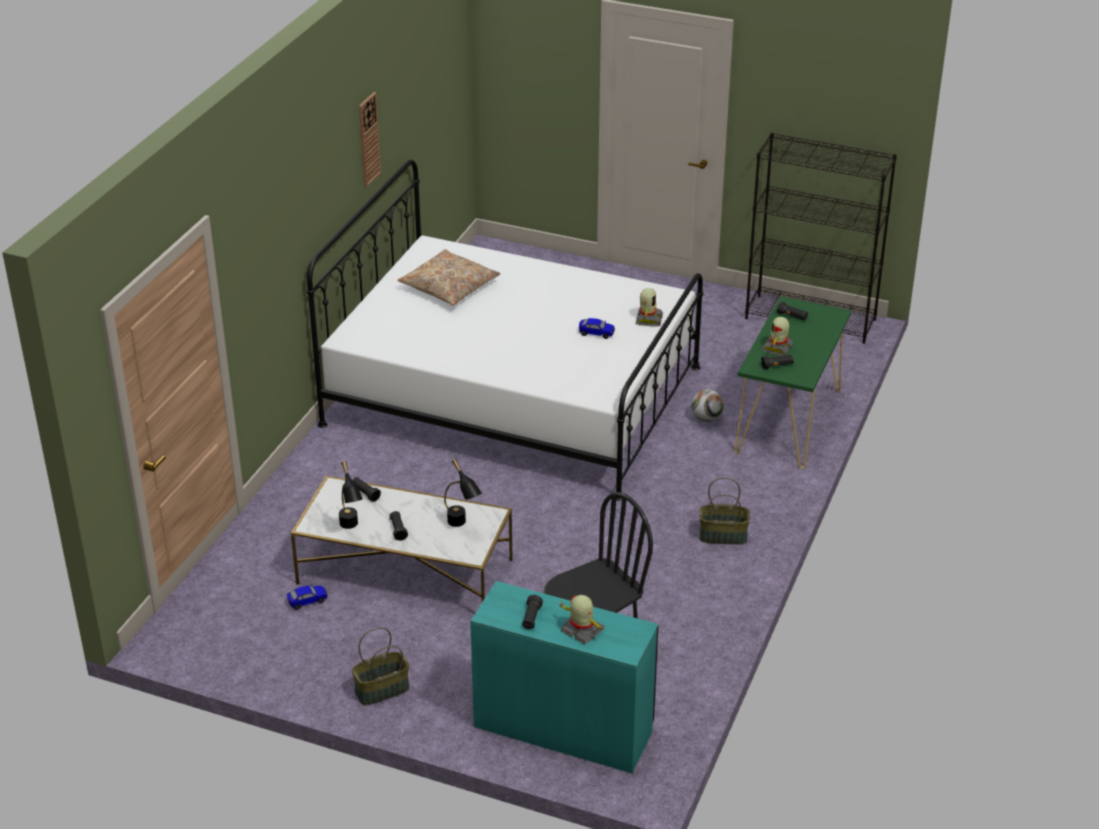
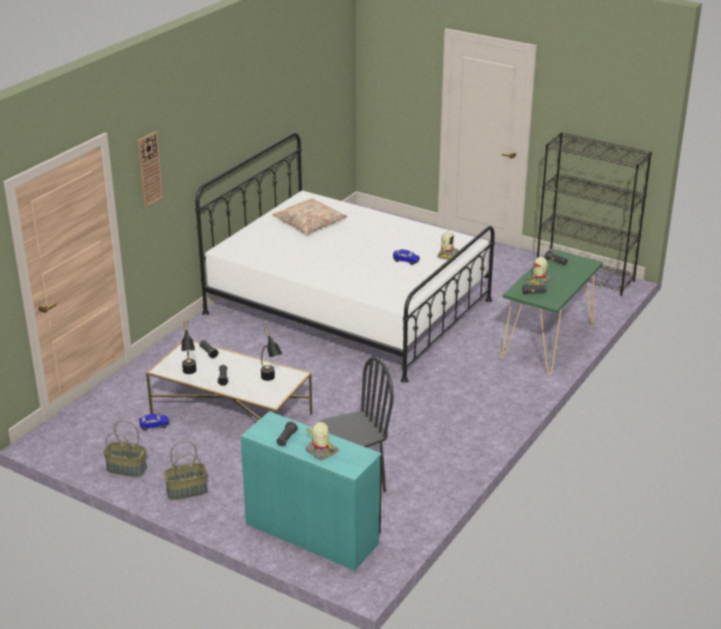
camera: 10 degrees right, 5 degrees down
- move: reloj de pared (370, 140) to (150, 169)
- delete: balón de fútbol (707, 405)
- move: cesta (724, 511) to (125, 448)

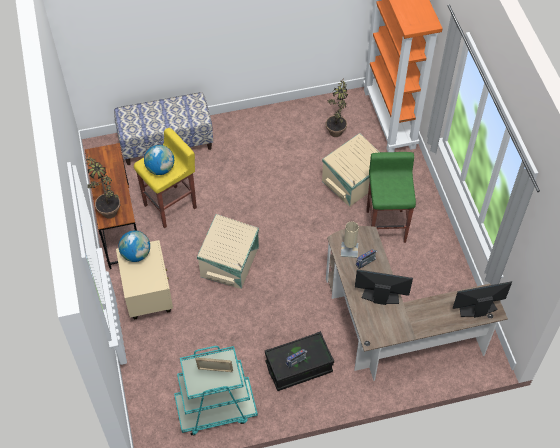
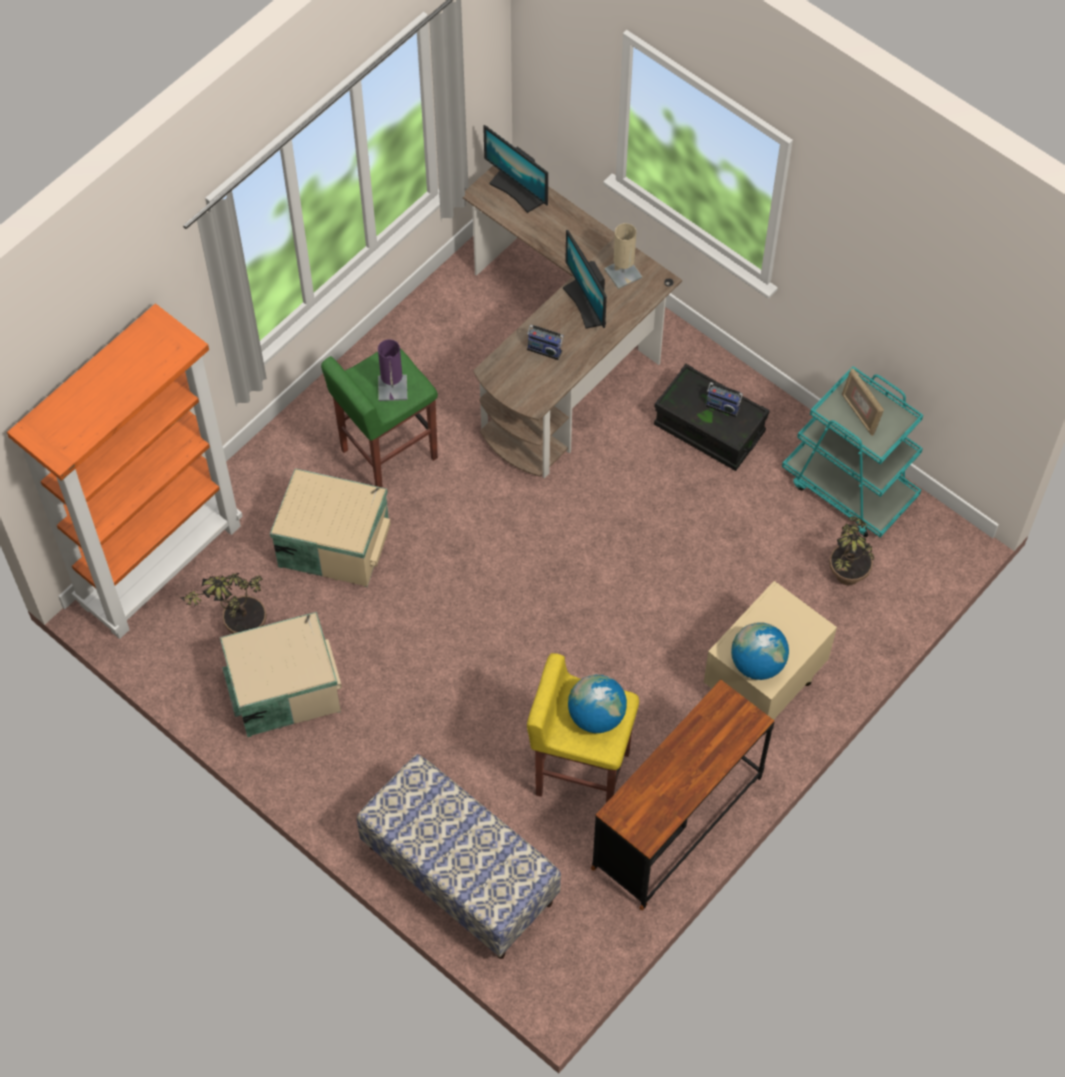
camera: 125 degrees left, 5 degrees up
- move: planta en maceta (103, 187) to (851, 550)
- move: caja de almacenaje [beis] (228, 251) to (281, 674)
- move: lámpara de mesa [beis] (350, 239) to (623, 256)
- insert: lámpara de mesa [morado] (392, 370)

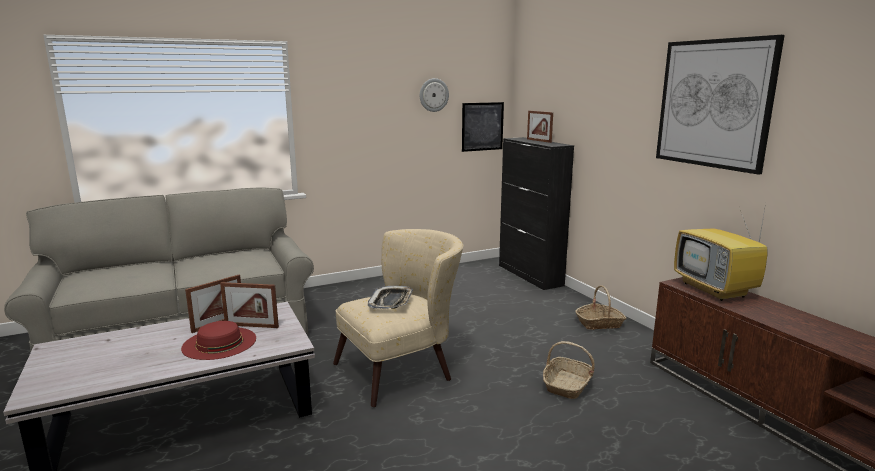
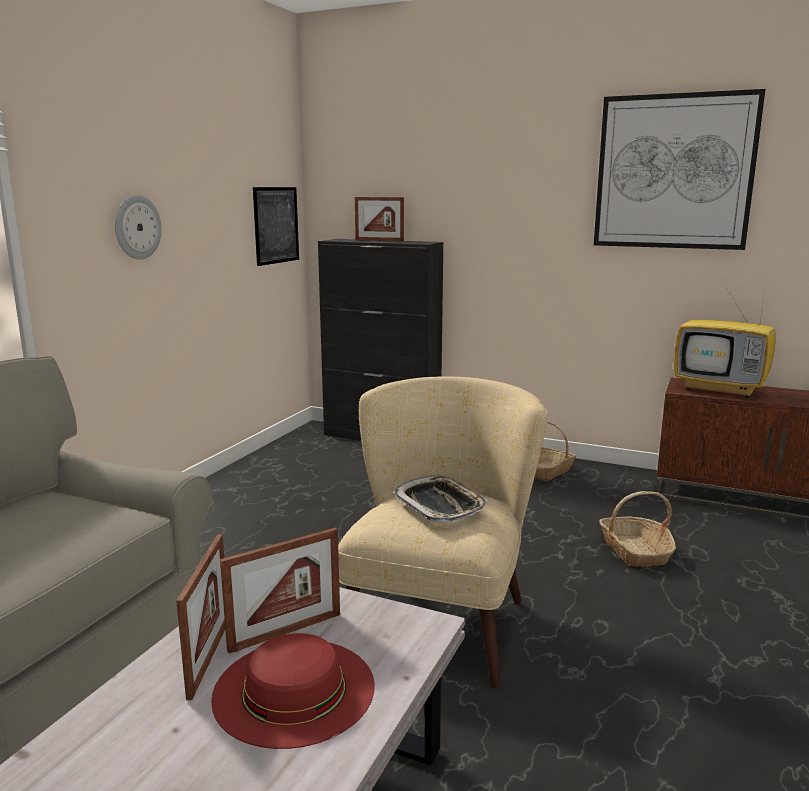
camera: 40 degrees left, 0 degrees up
- move: reloj de pared (434, 95) to (138, 227)

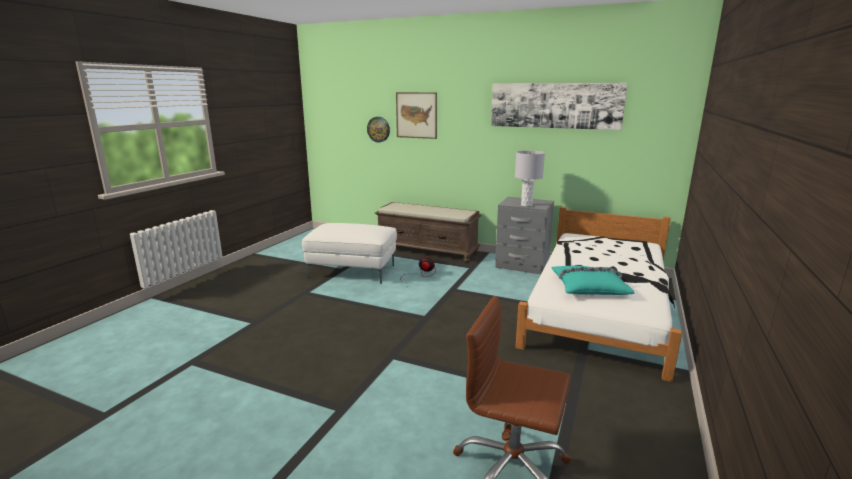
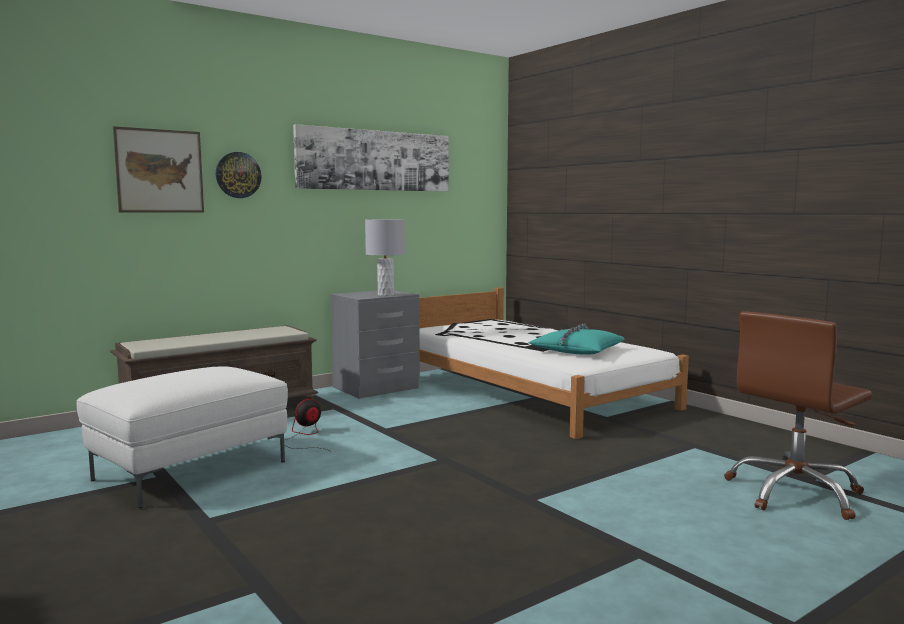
camera: 60 degrees left, 10 degrees down
- move: reloj de pared (378, 129) to (238, 175)

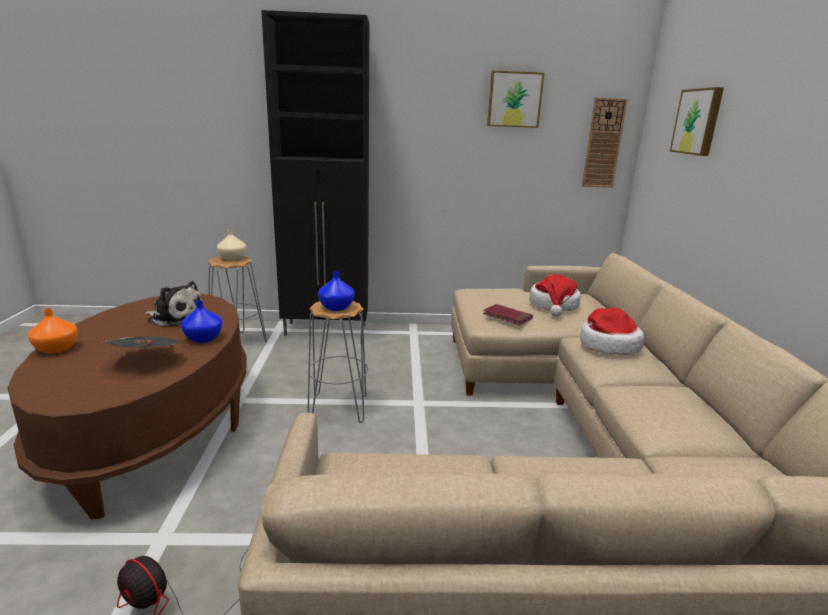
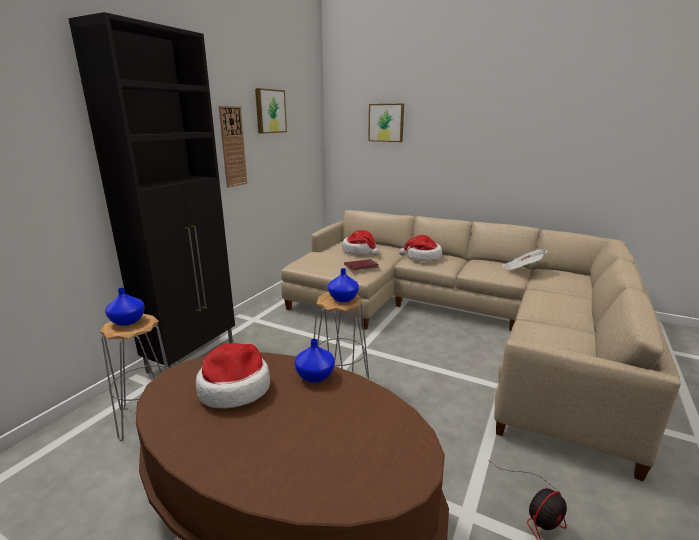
camera: 60 degrees left, 0 degrees up
- move: reloj de pared (605, 143) to (233, 147)
- recolor: florero [beis] (231, 245) to florero [azul] (125, 306)
- replace: peluche (173, 303) to sombrero (233, 375)
- delete: florero [naranja] (53, 331)
- move: periódico (140, 343) to (525, 260)

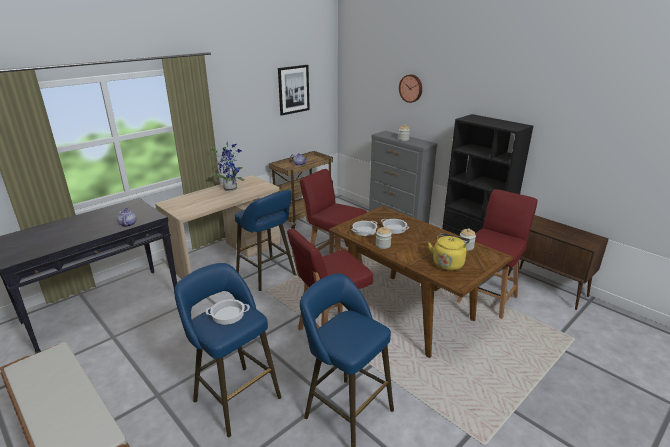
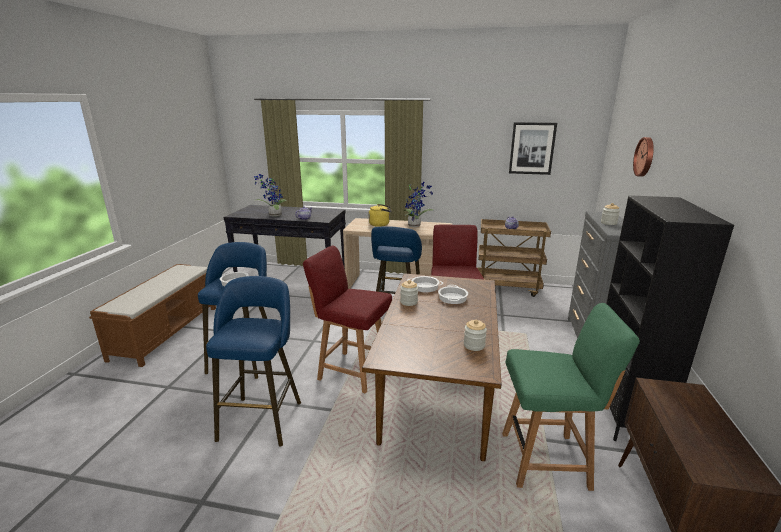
camera: 55 degrees right, 5 degrees down
- recolor: silla [rojo] (497, 254) to silla [verde] (571, 397)
- move: hervidor [amarillo] (449, 252) to (380, 215)
- insert: planta en maceta (270, 195)

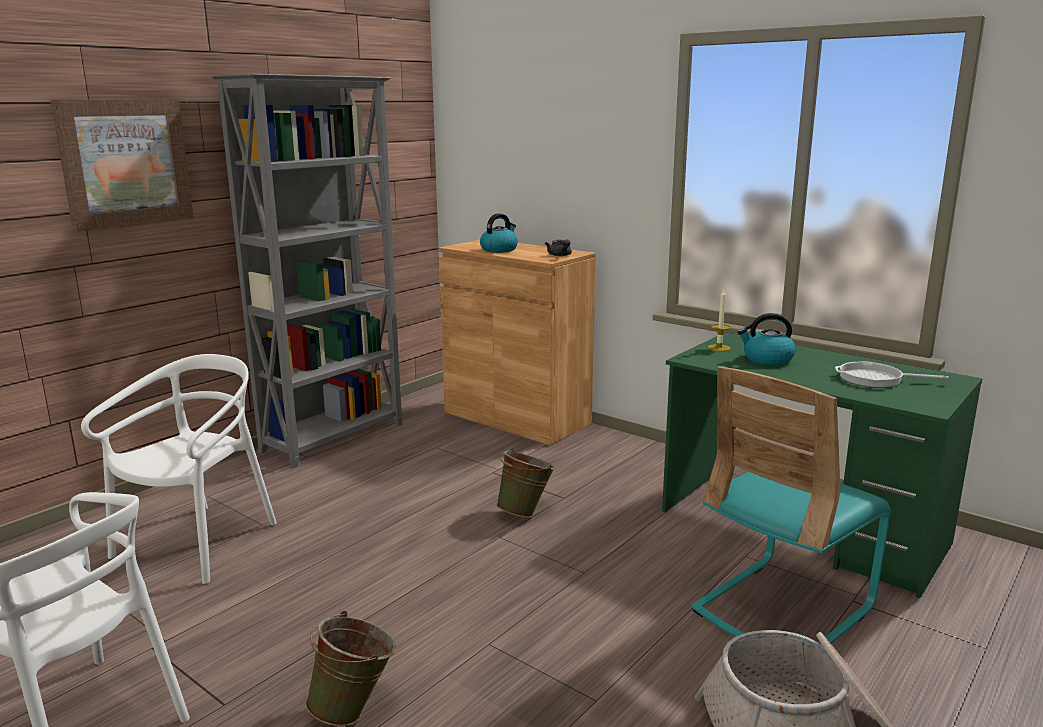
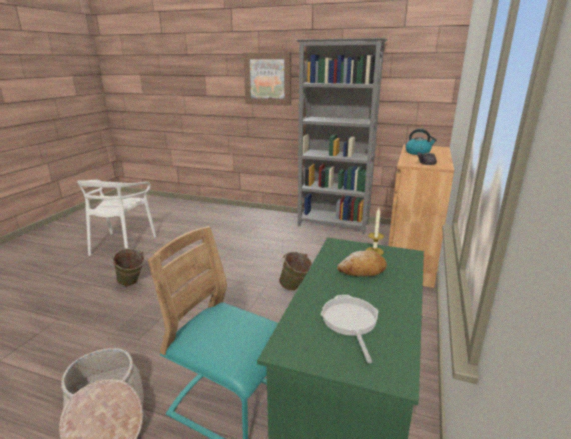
camera: 70 degrees right, 5 degrees up
- replace: hervidor (767, 339) to pan (362, 263)
- delete: silla [blanco] (178, 469)

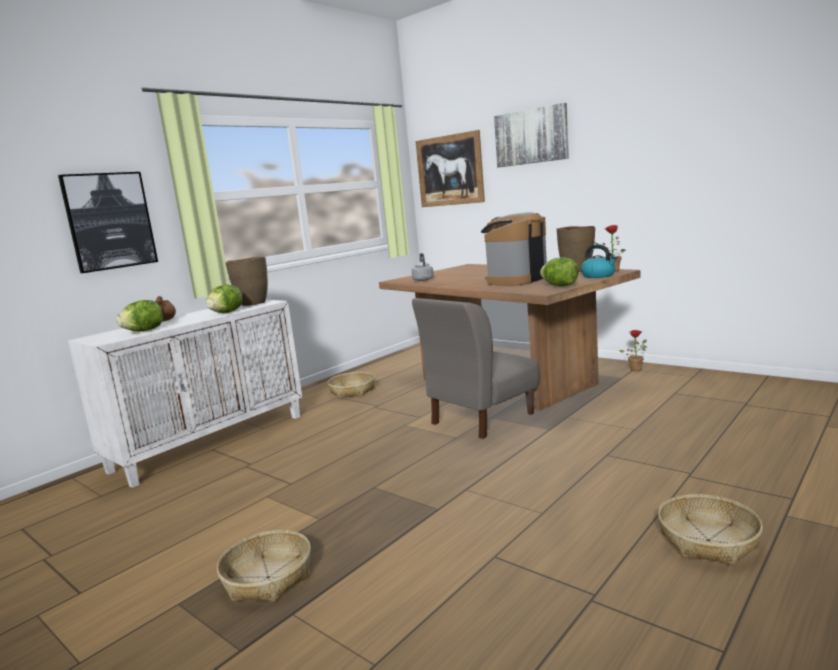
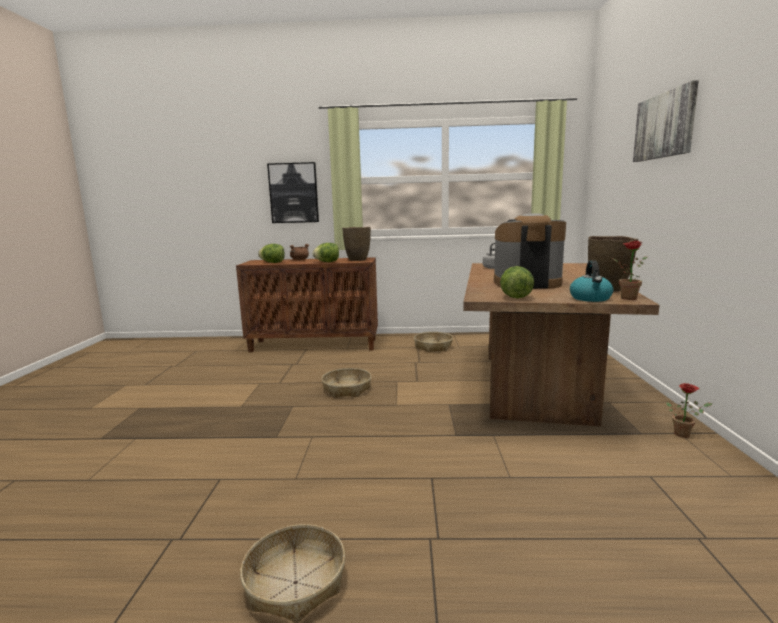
camera: 50 degrees right, 0 degrees up
- delete: cuadro (450, 168)
- delete: silla [gris] (476, 368)
- recolor: armario [blanco] (184, 394) to armario [marrón] (307, 304)
- move: cesta (264, 566) to (346, 383)

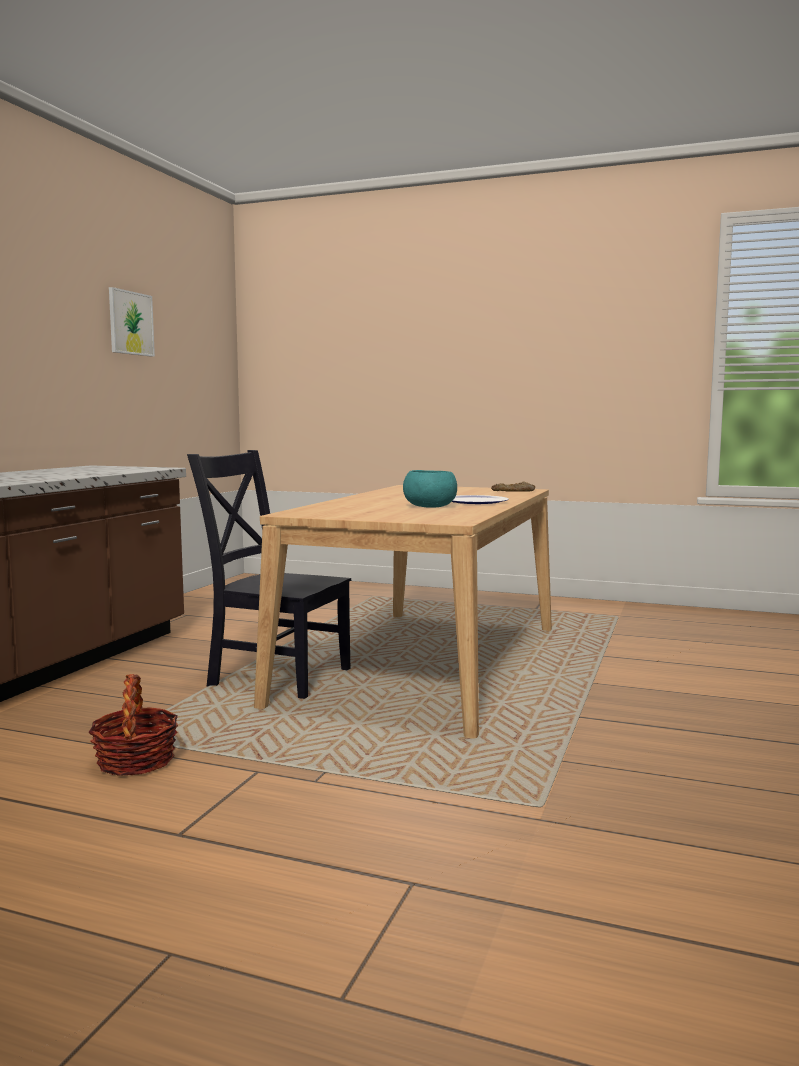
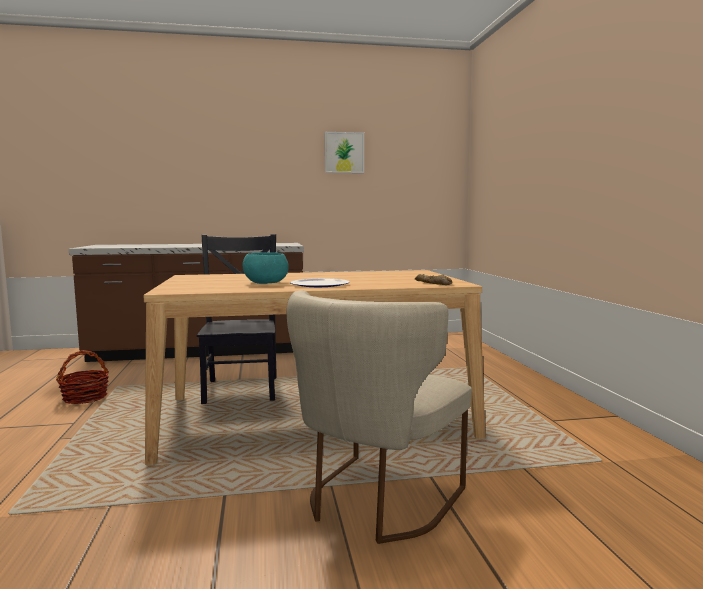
camera: 60 degrees right, 0 degrees up
- insert: silla [beis] (379, 417)

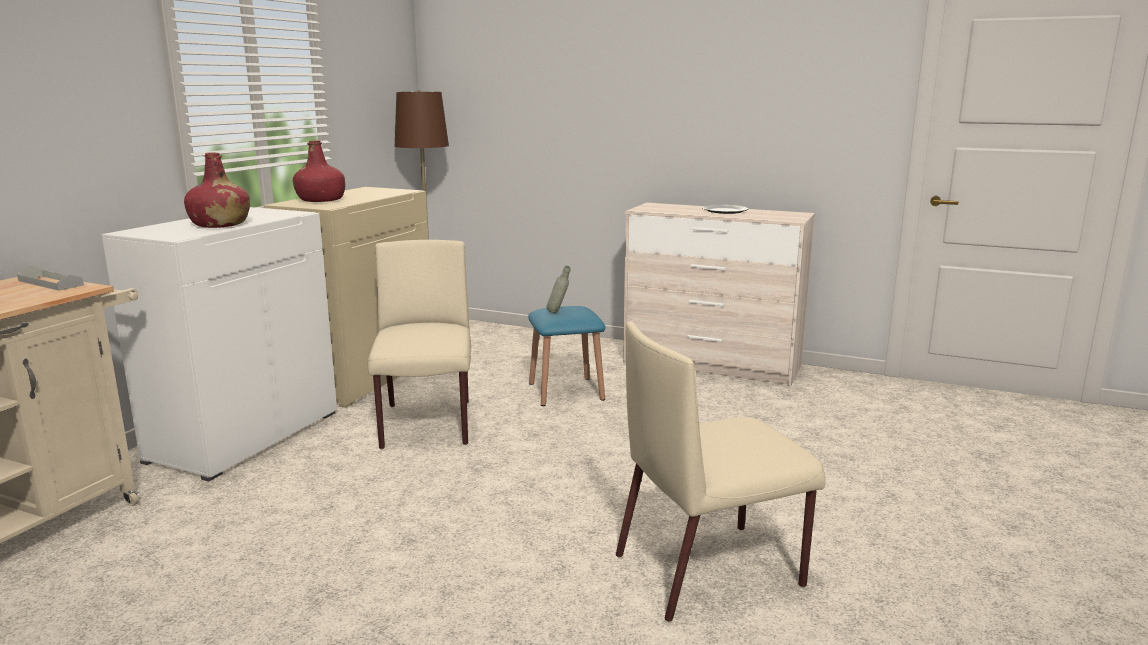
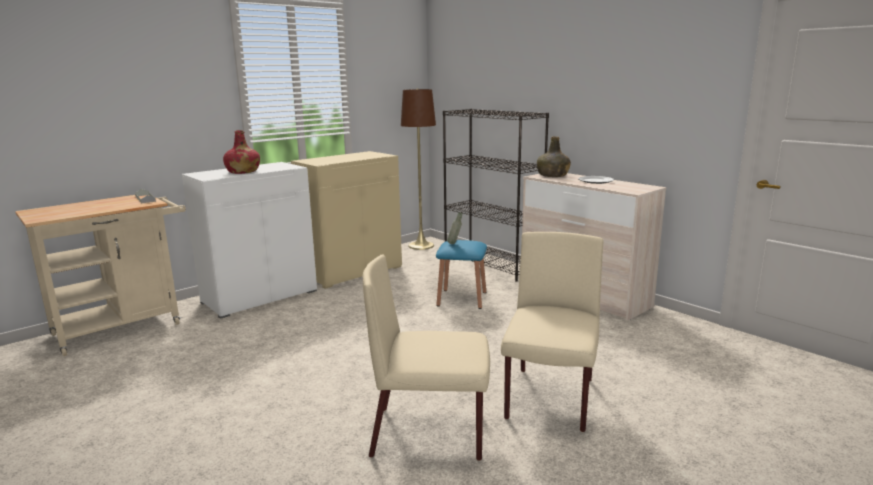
camera: 25 degrees right, 0 degrees up
- delete: botella [rojo] (319, 171)
- move: silla [beis] (419, 344) to (552, 332)
- insert: estantería [negro] (496, 195)
- insert: botella [verde] (554, 157)

